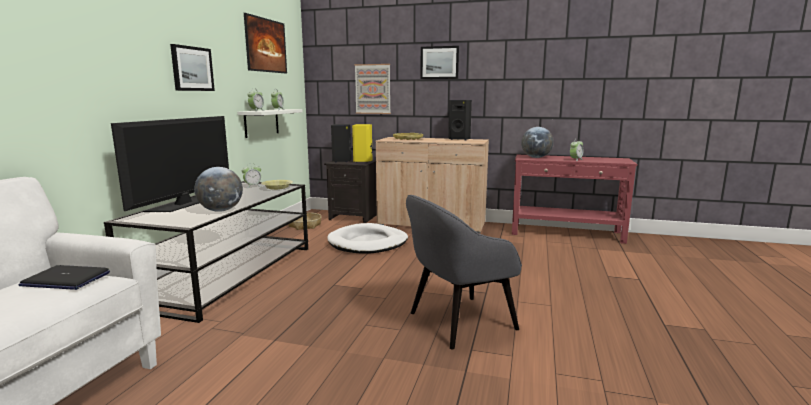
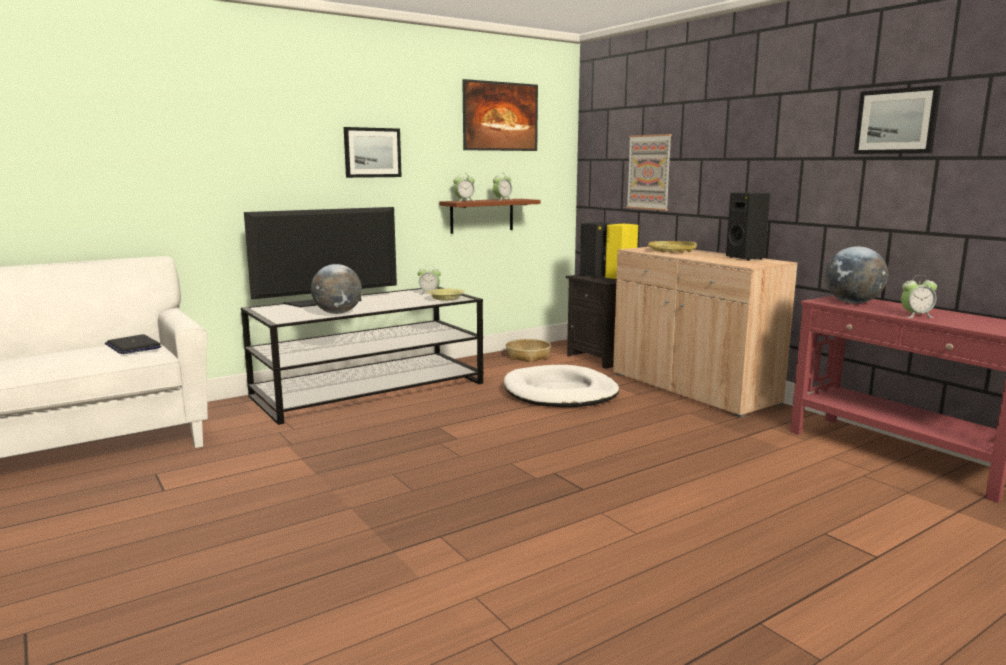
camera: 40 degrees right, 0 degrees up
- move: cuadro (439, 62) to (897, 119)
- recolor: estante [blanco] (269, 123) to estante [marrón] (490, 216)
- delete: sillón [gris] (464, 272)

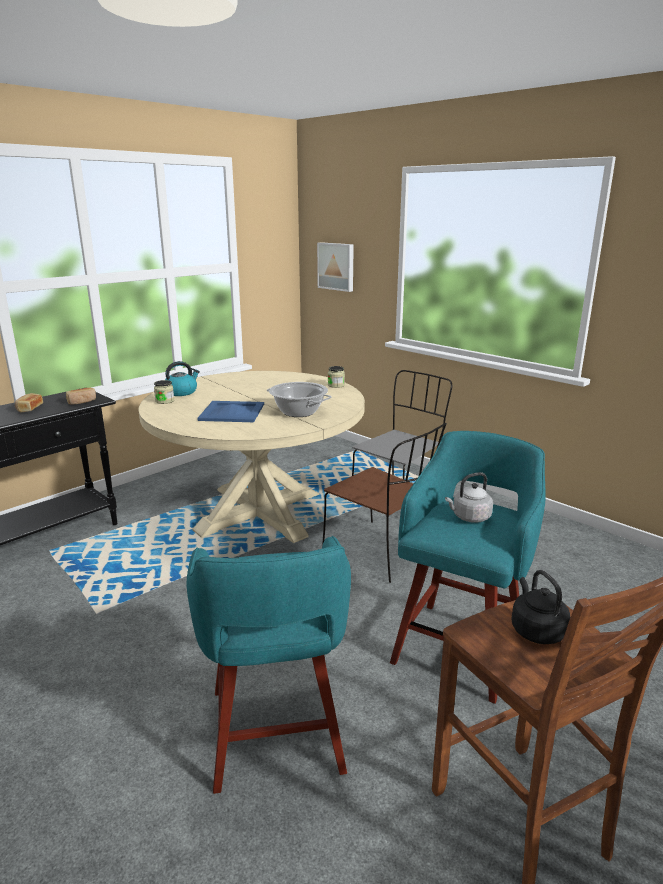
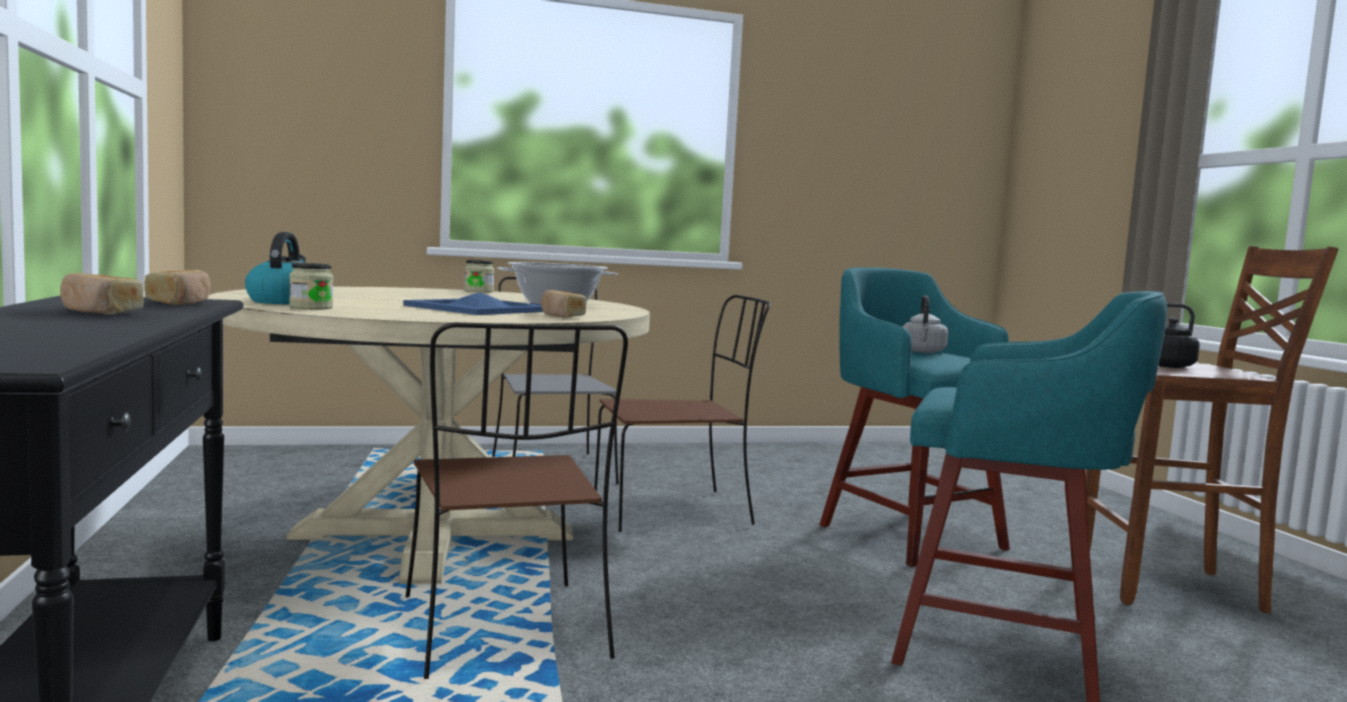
camera: 60 degrees left, 15 degrees down
- delete: cuadro (335, 267)
- insert: pan (563, 304)
- insert: silla [marrón] (517, 500)

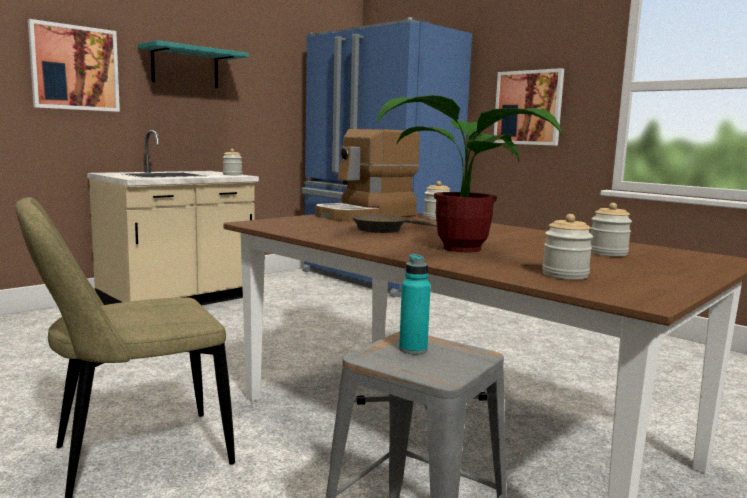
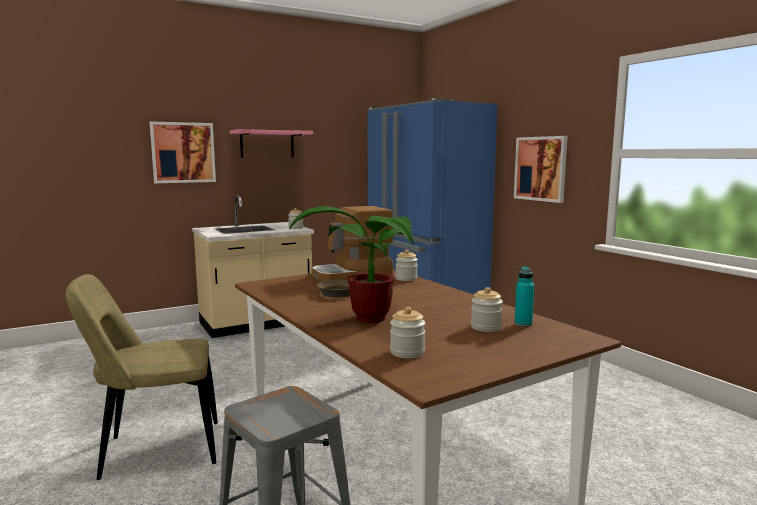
camera: 15 degrees right, 0 degrees up
- recolor: estante [turquesa] (193, 64) to estante [rosa] (271, 143)
- move: botella [turquesa] (415, 304) to (524, 296)

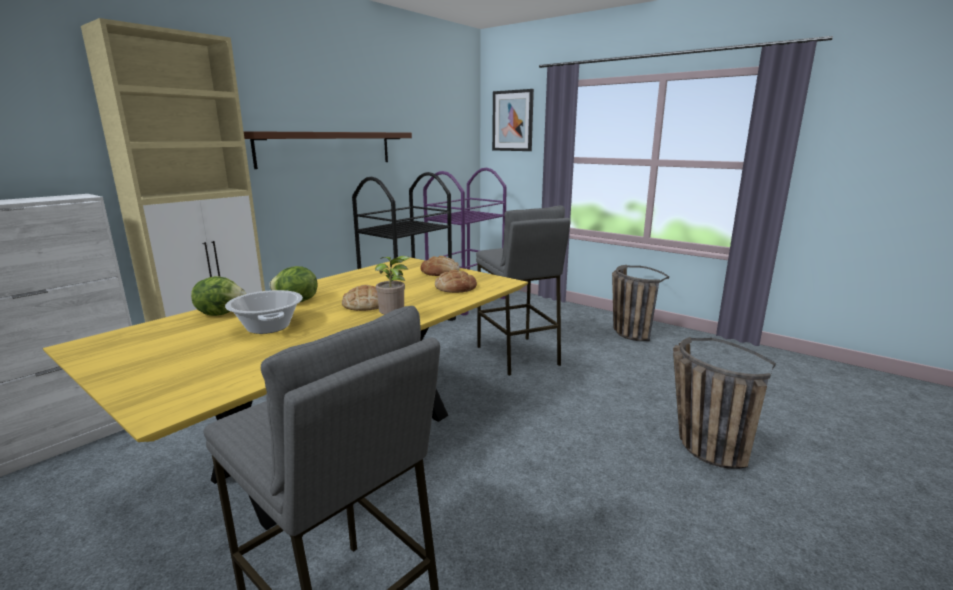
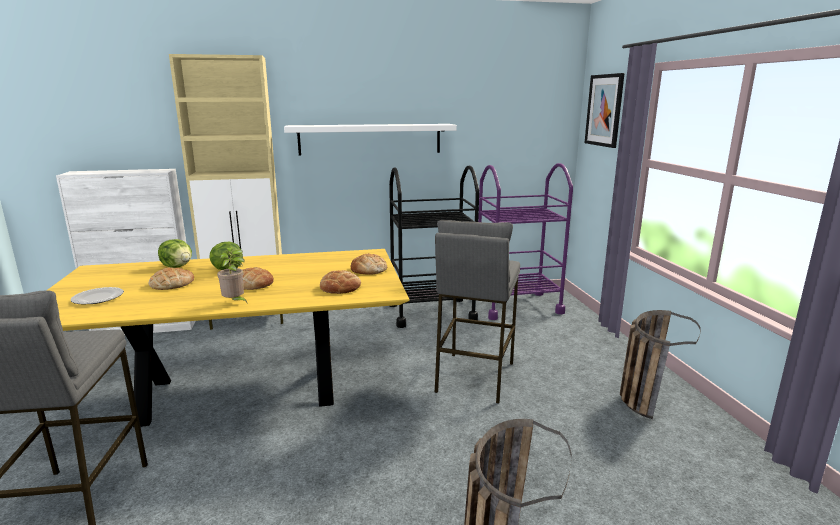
camera: 40 degrees right, 0 degrees up
- recolor: estante [marrón] (328, 150) to estante [blanco] (370, 140)
- replace: olla (264, 312) to pan (171, 278)
- insert: plato (97, 295)

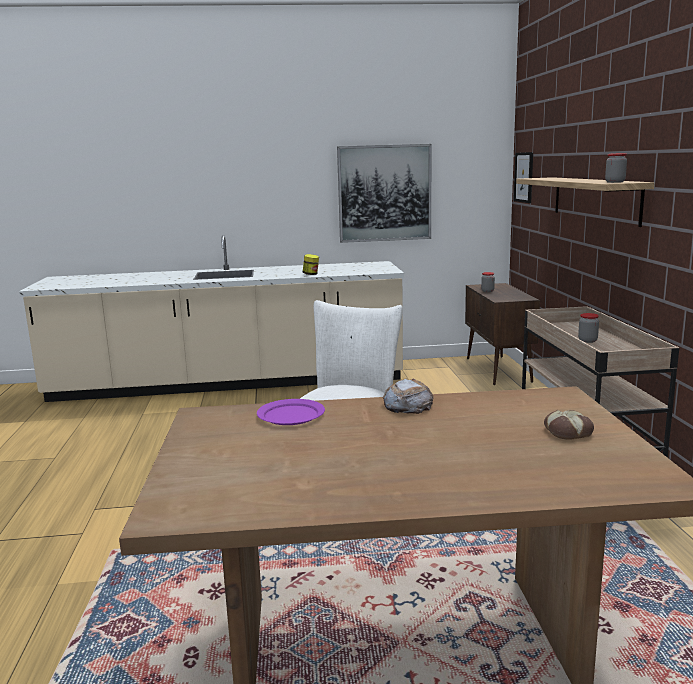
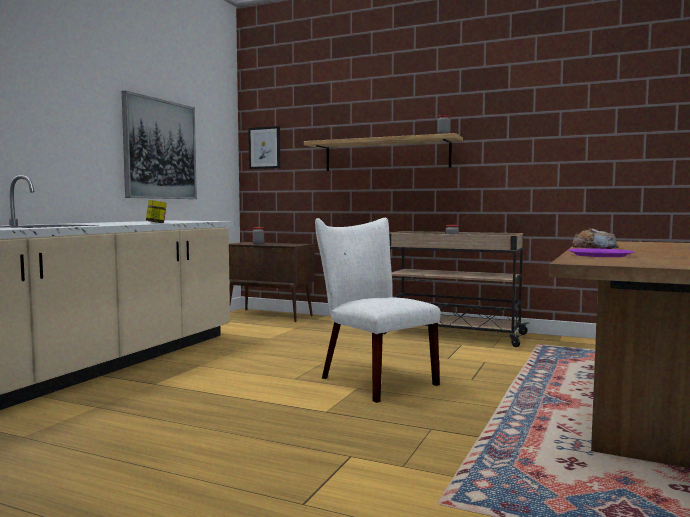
camera: 60 degrees left, 10 degrees down
- delete: pan (569, 425)

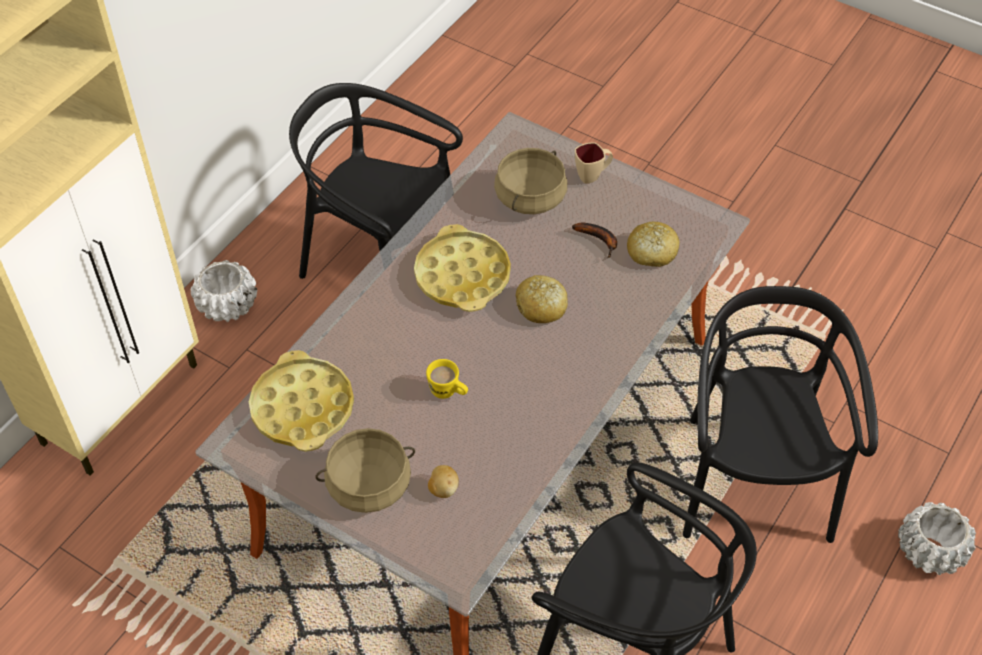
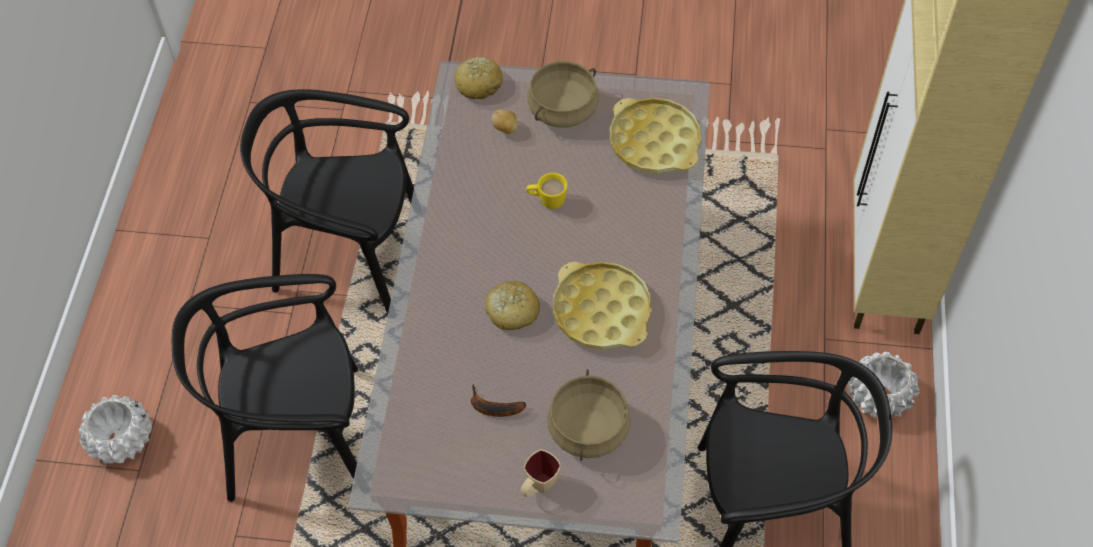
camera: 155 degrees right, 5 degrees up
- move: pan (653, 244) to (479, 78)
- rotate: silla [negro] (780, 414) = (265, 388) 105 degrees clockwise

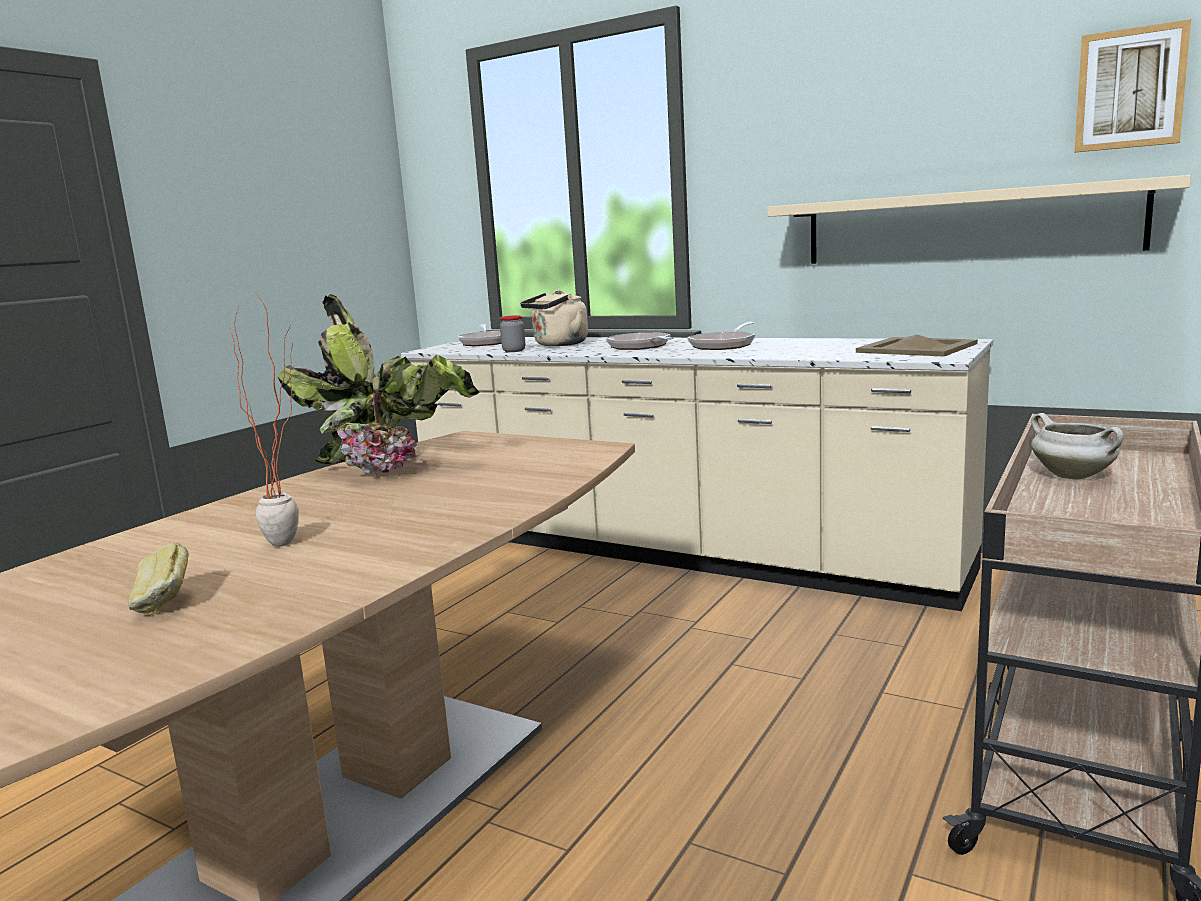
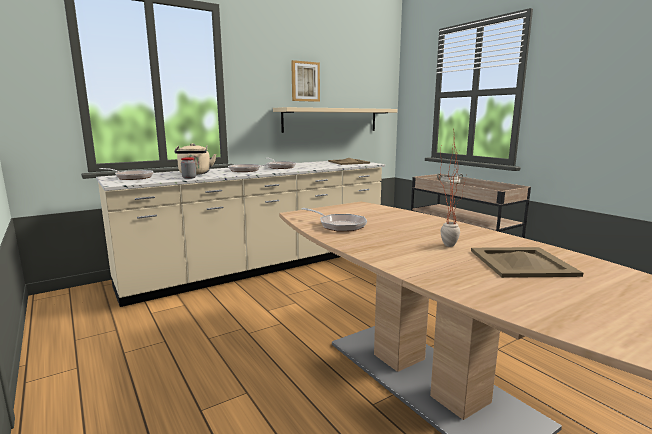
camera: 65 degrees left, 0 degrees up
- move: cuadro (1133, 85) to (305, 81)
- replace: planta en maceta (378, 385) to sartén (334, 220)
- replace: pan (158, 579) to bandeja [beis] (527, 262)

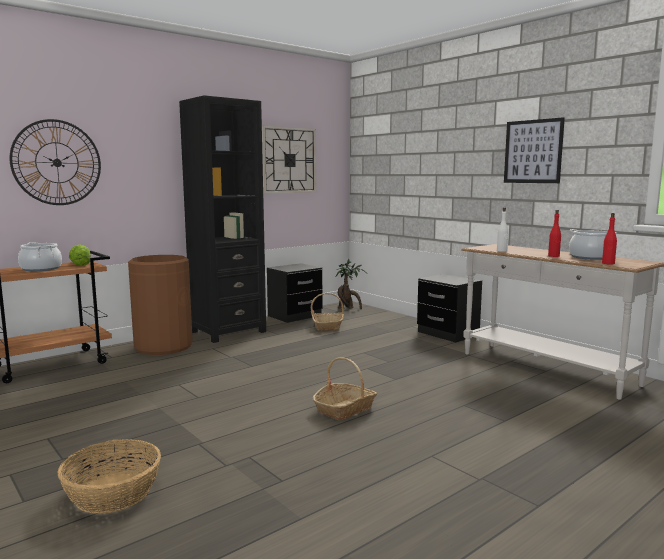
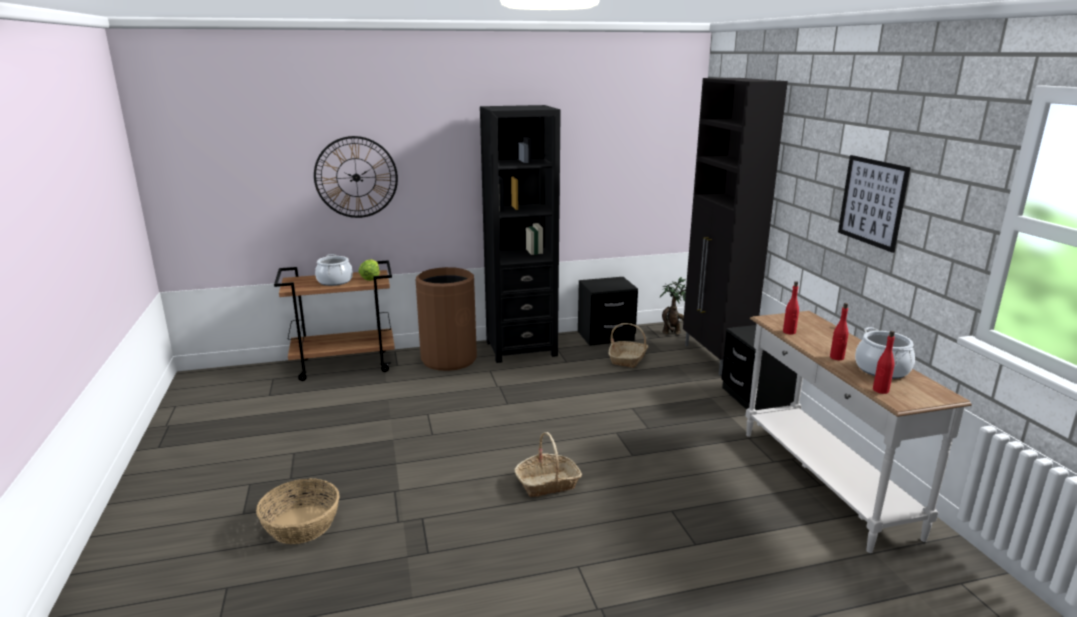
camera: 25 degrees right, 10 degrees up
- delete: reloj de pared (289, 160)
- recolor: botella [blanco] (502, 230) to botella [rojo] (791, 308)
- insert: armario [negro] (735, 227)

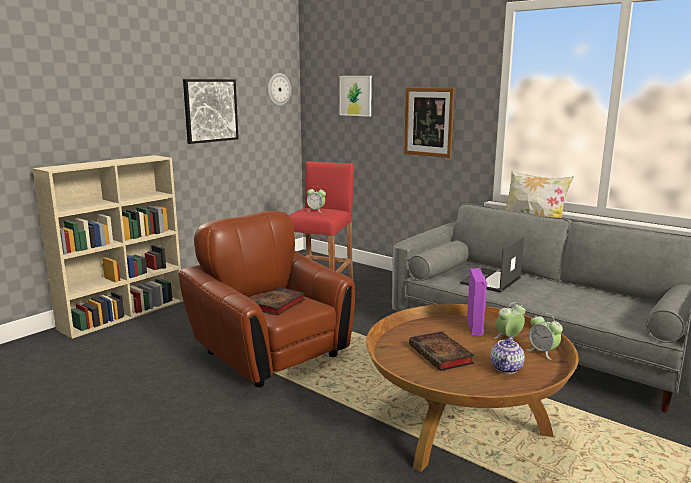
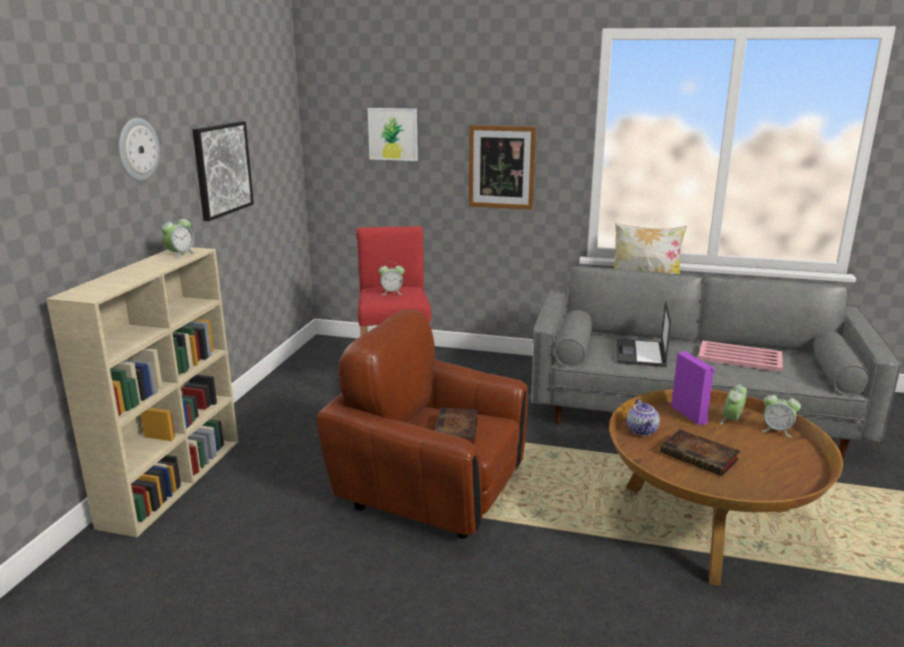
camera: 25 degrees left, 5 degrees up
- move: reloj de pared (279, 89) to (139, 149)
- move: tetera (507, 355) to (643, 417)
- insert: despertador (178, 237)
- insert: bandeja [rosa] (740, 356)

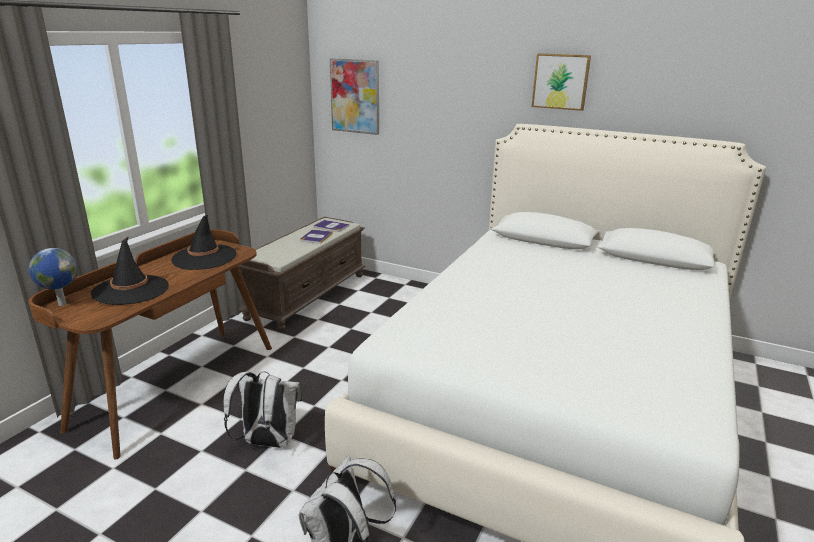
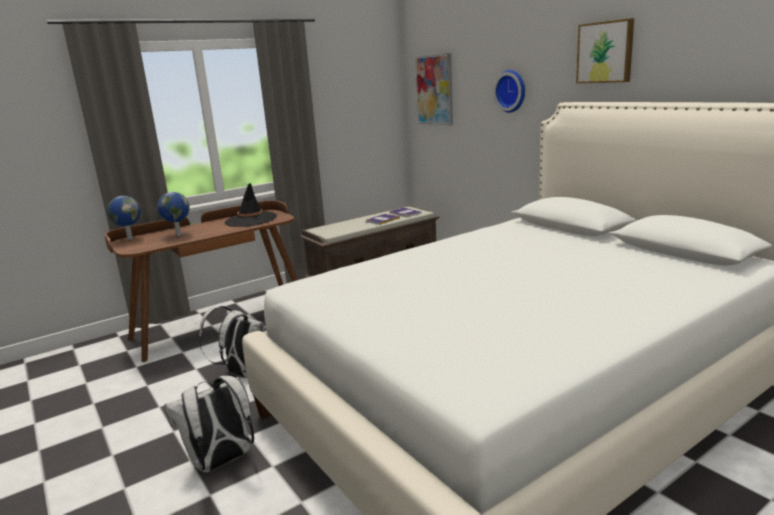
camera: 30 degrees right, 5 degrees down
- replace: sombrero [negro] (130, 270) to globo terráqueo (173, 214)
- insert: reloj de pared (509, 91)

